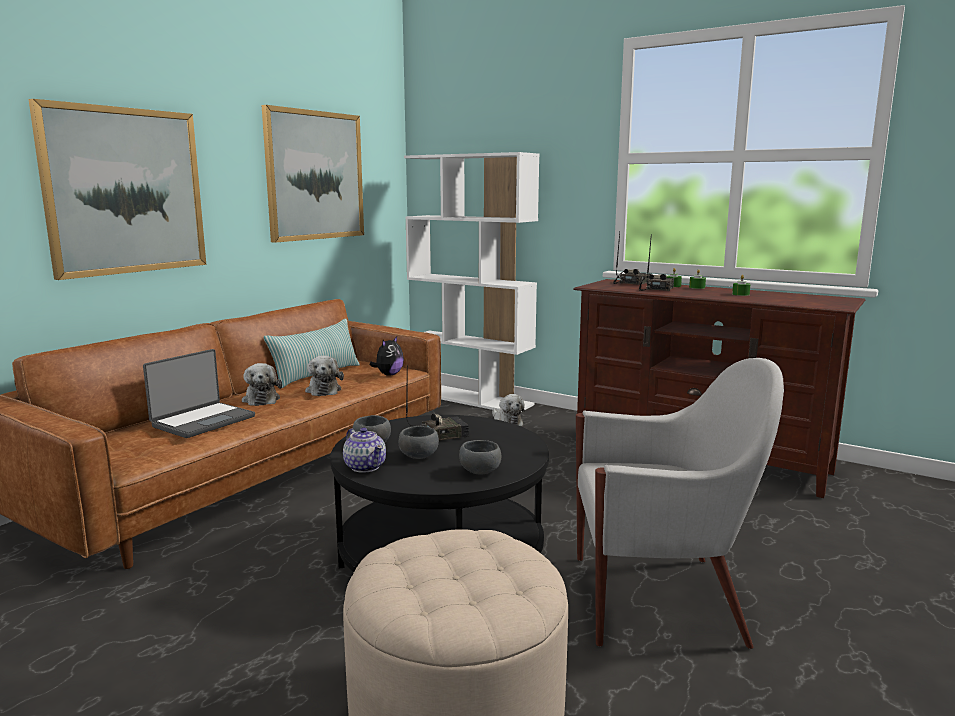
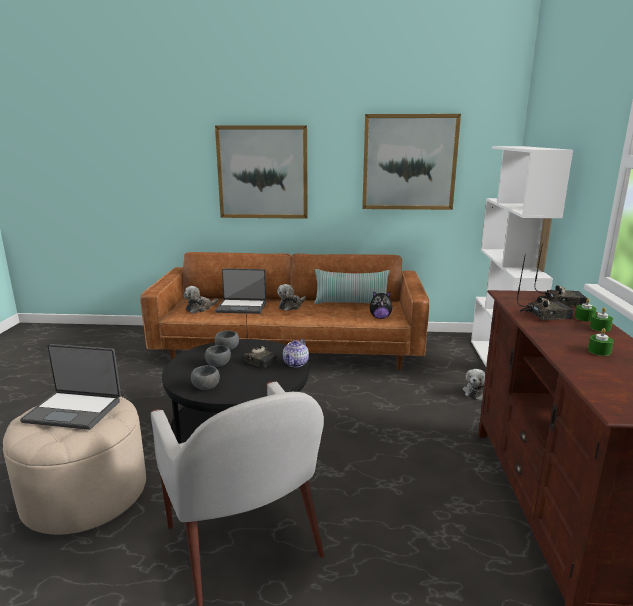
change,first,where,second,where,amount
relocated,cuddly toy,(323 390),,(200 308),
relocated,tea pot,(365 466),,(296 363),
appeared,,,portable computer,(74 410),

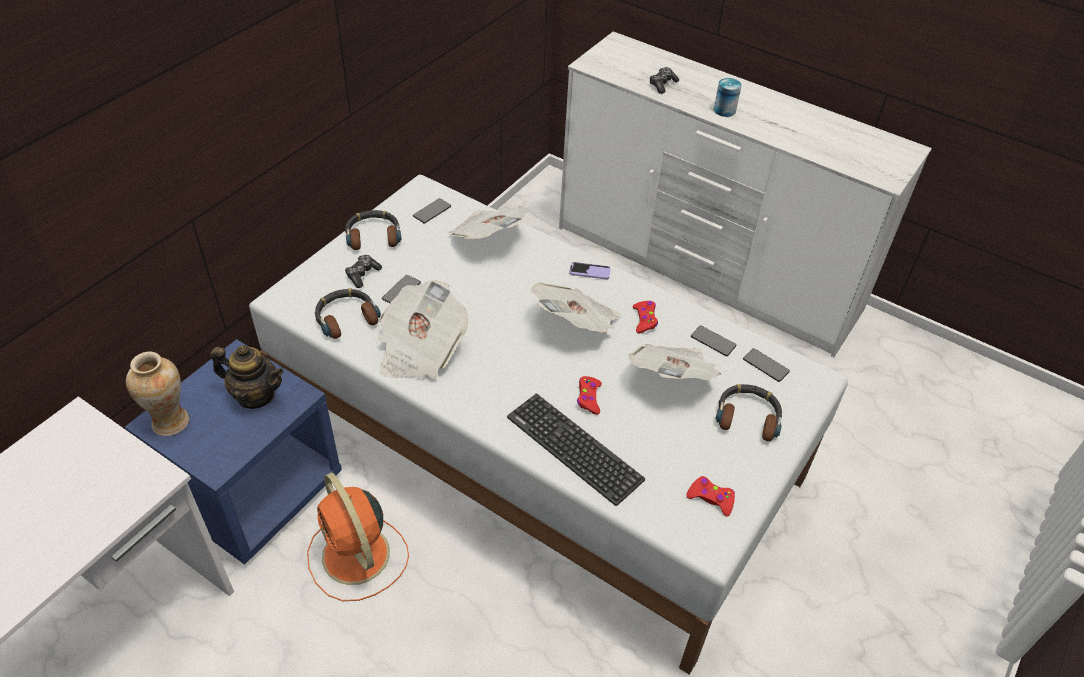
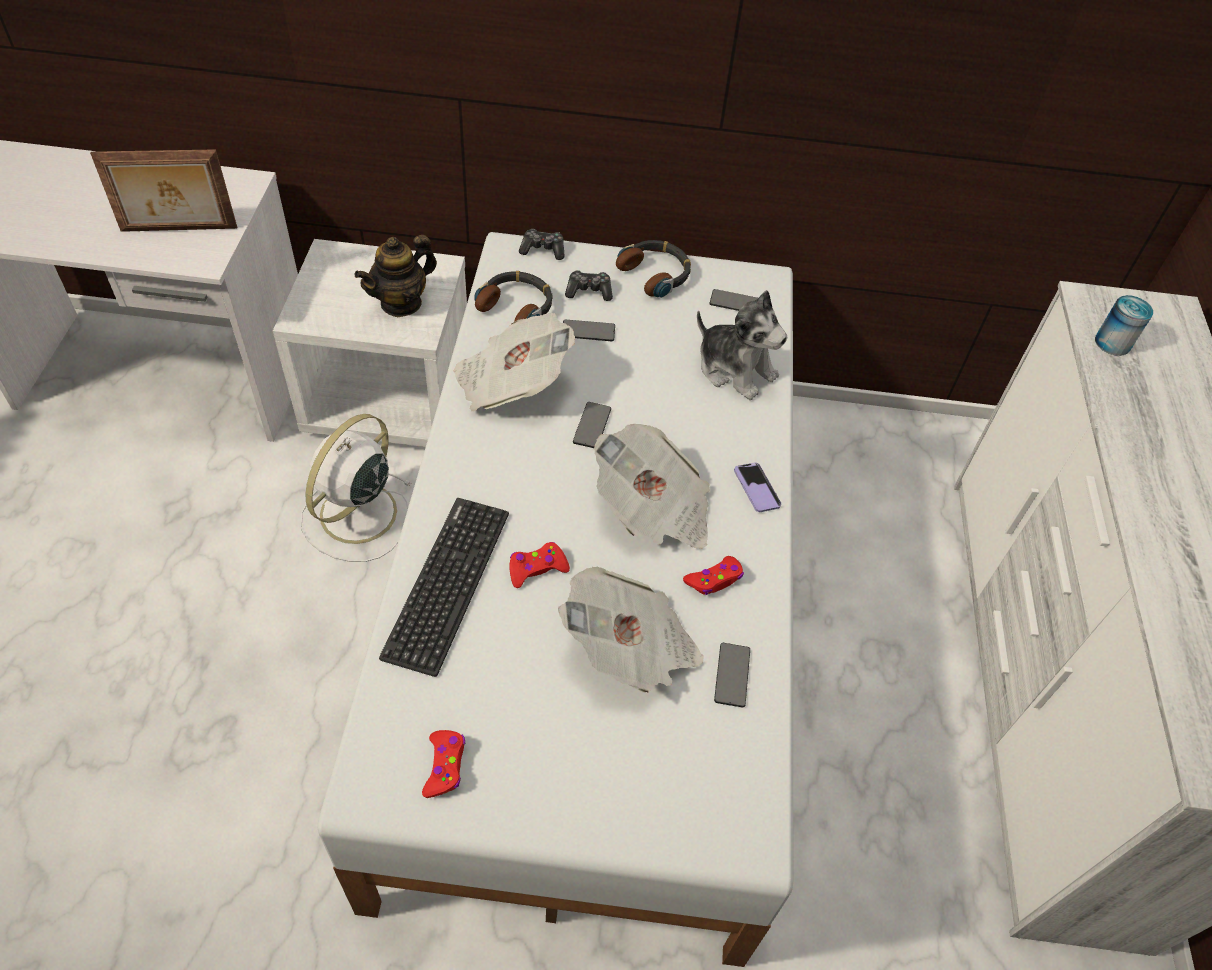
change,first,where,second,where,amount
colour,bluish nightstand,(254 490),white nightstand,(390 399),
missing,flower vase,(170 422),,,
spun,tea pot,(256 395),,(401 303),60 degrees clockwise
colour,orangey fan,(357 557),white fan,(356 515),
exchanged,newspaper,(489 238),cuddly toy,(735 369),
relocated,game controller,(662 84),,(543 250),
relocated,sealed can,(724 110),,(1112 343),
missing,headset,(748 416),,,
relocated,handset,(765 365),,(592 426),
appeared,,,photo frame,(179 230),

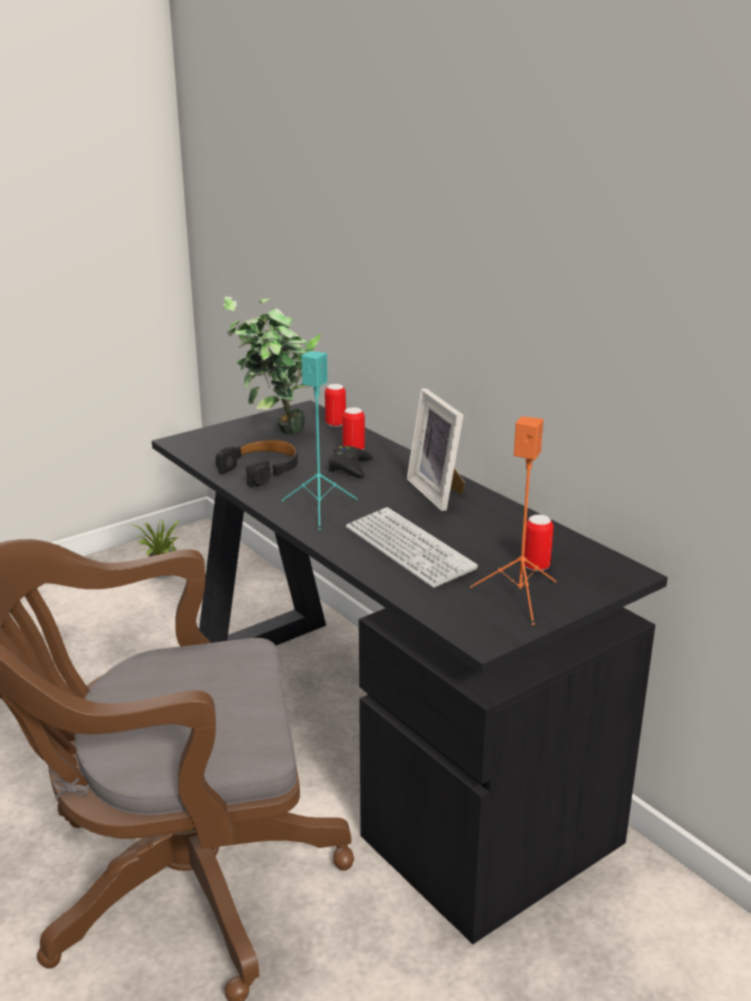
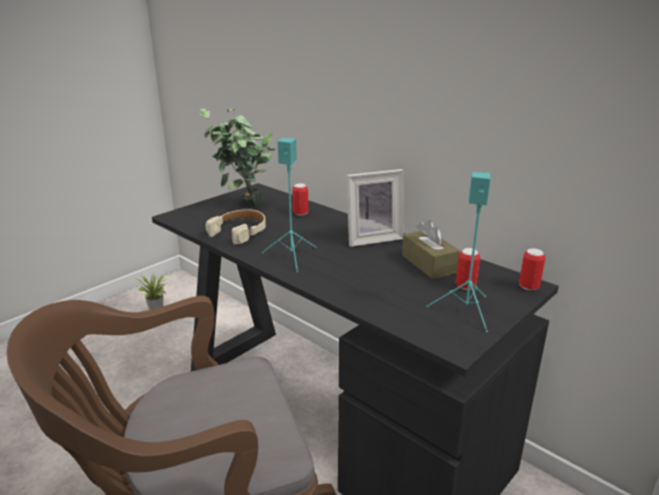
change,first,where,second,where,amount
colour,black headset,(262 470),beige-coloured headset,(240 232),
relocated,sealed can,(335 424),,(528 287),
missing,black game controller,(350 467),,,
missing,keyboard,(409 549),,,
spun,photo frame,(439 492),,(372 238),75 degrees counterclockwise
colour,orangey loudspeaker,(520 596),turquoise-coloured loudspeaker,(466 310),
appeared,,,brown-coloured tissue holder,(428 264),

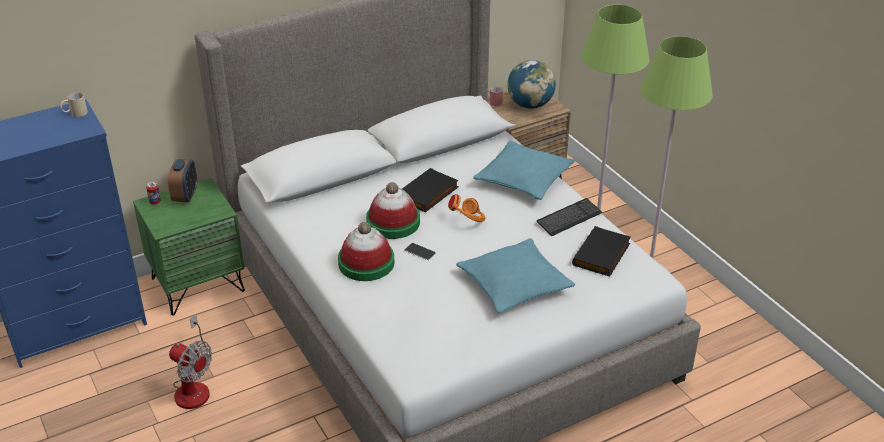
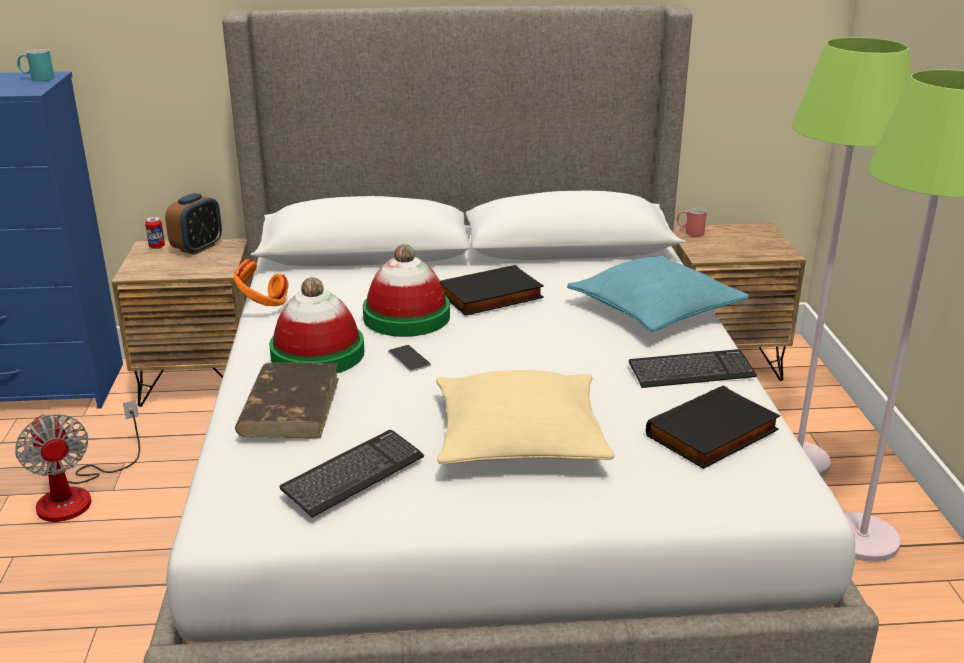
change,first,where,second,where,amount
colour,beige-coloured coffee mug,(75 114),turquoise-coloured coffee mug,(37 79),
colour,green-coloured nightstand,(198 284),brown-coloured nightstand,(201 381),
relocated,orangey headset,(468 221),,(262 306),
colour,turquoise-coloured cushion,(514 285),beige-coloured cushion,(519 438),
missing,world globe,(530 105),,,
appeared,,,brown-coloured bound book,(290 405),
appeared,,,keyboard,(353 475),

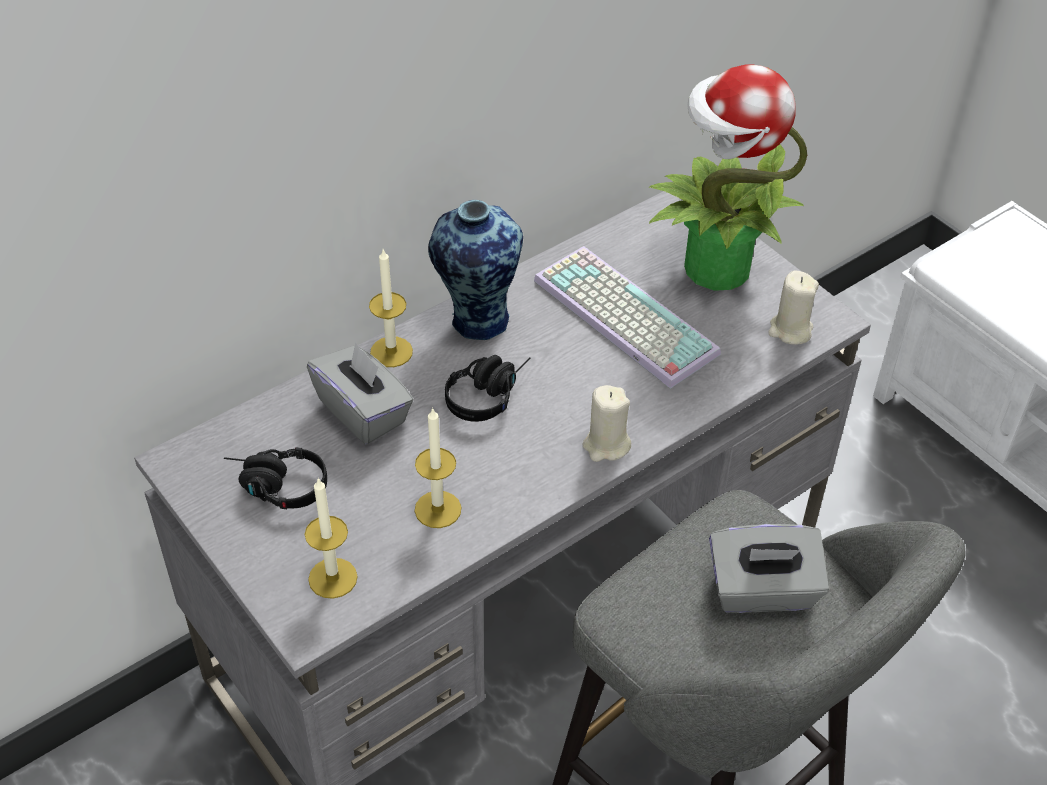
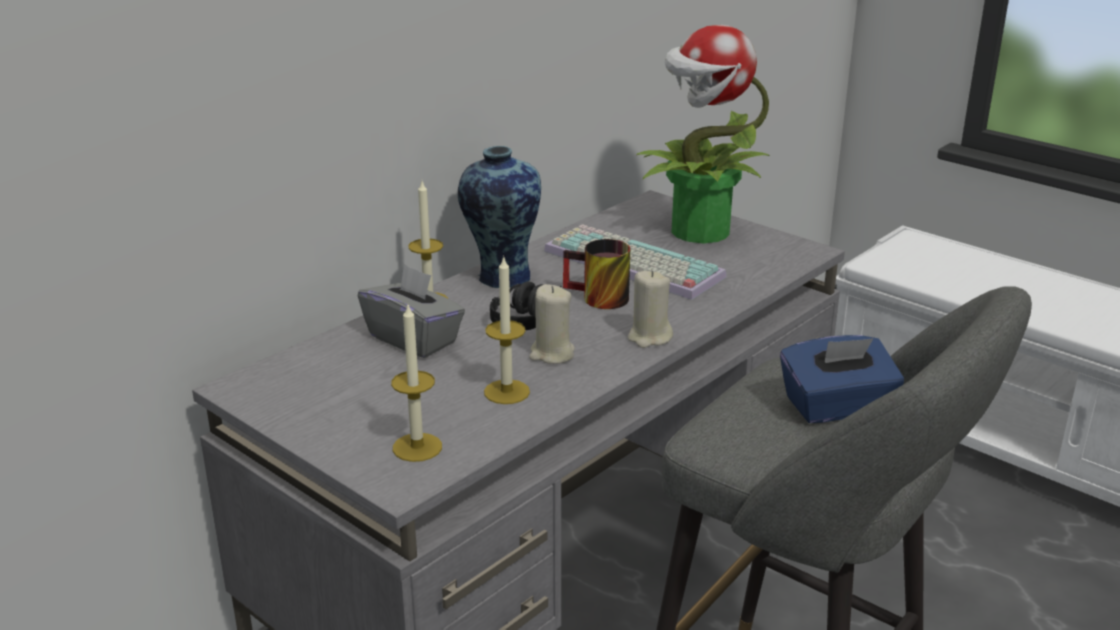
change,first,where,second,where,amount
missing,black headset,(275 487),,,
colour,greyish tissue holder,(762 591),bluish tissue holder,(837 407),
relocated,beige-coloured candle,(790 330),,(552 354),
appeared,,,coffee mug,(596 299),

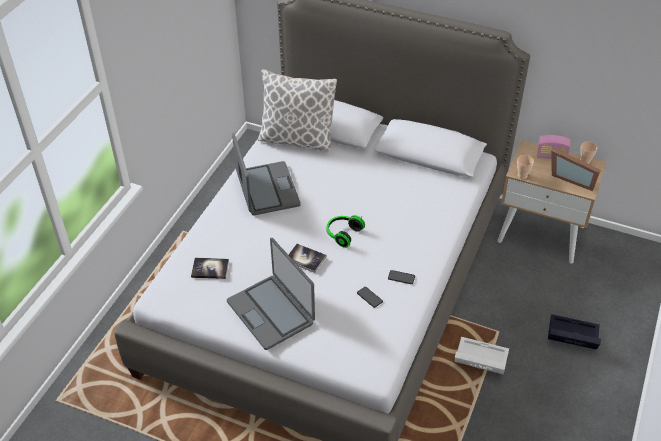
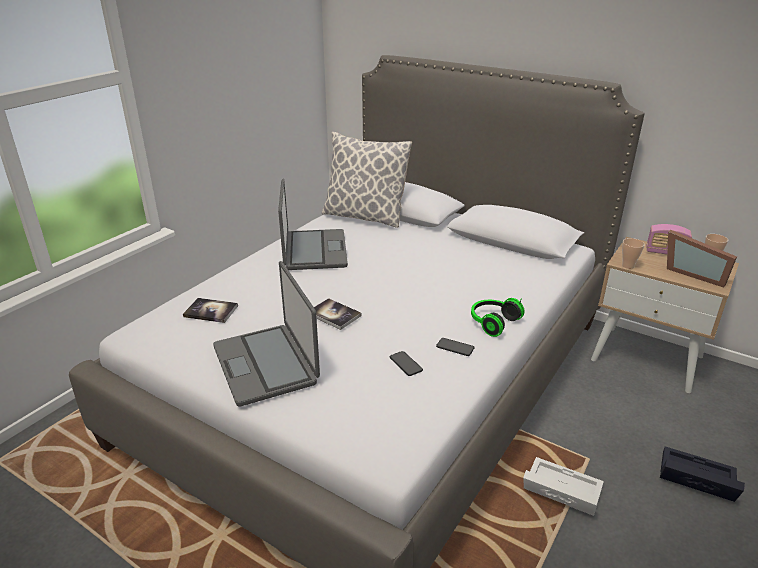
change,first,where,second,where,amount
relocated,headset,(342 234),,(492 322),

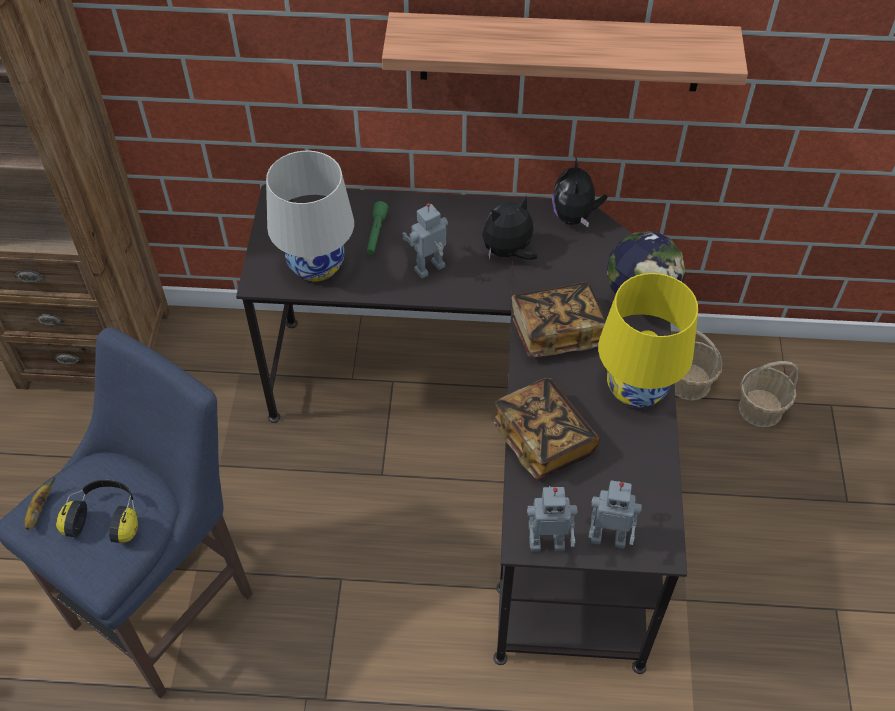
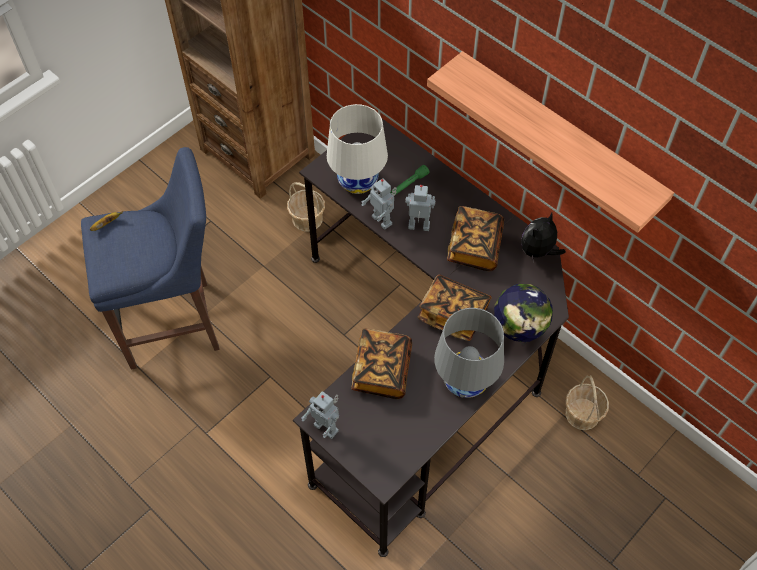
change,first,where,second,where,amount
missing,headset,(106 518),,,
exchanged,cuddly toy,(508 252),bound book,(474 247),
relocated,toy robot,(608 536),,(383 220),
colour,yellowish tabletop lamp,(635 388),greyish tabletop lamp,(465 381),
relocated,household basket,(760 409),,(307 219),

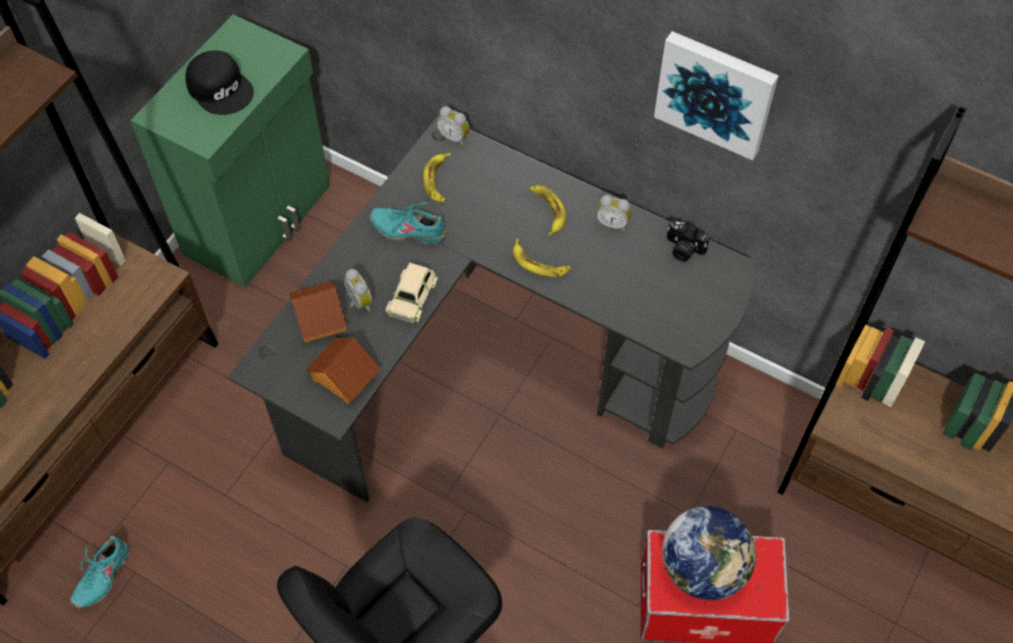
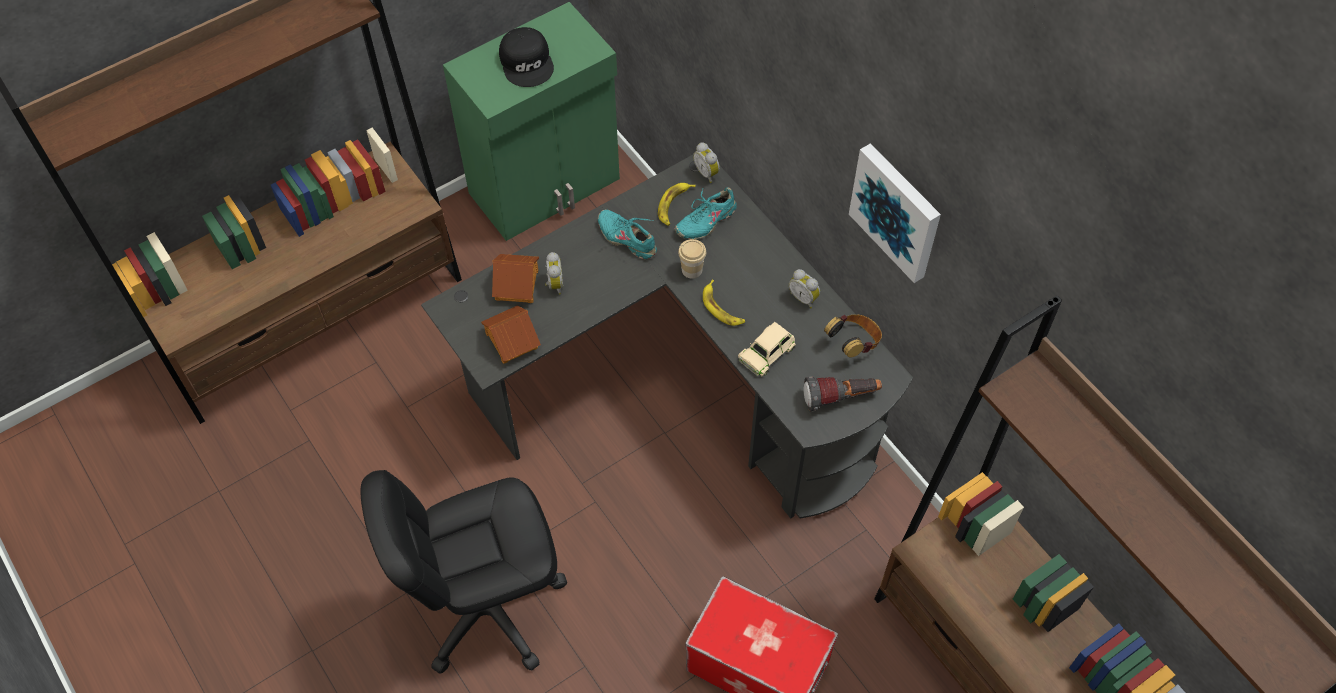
change,first,where,second,where,amount
relocated,turquoise-coloured item of footwear,(102 576),,(705 221),
relocated,beige-coloured miniature car,(412 296),,(767 352),
missing,banana fruit,(547 210),,,
missing,world globe,(703 568),,,
exchanged,still camera,(683 250),headset,(853 343),
appeared,,,cup,(692 270),
appeared,,,flashlight,(841 398),

